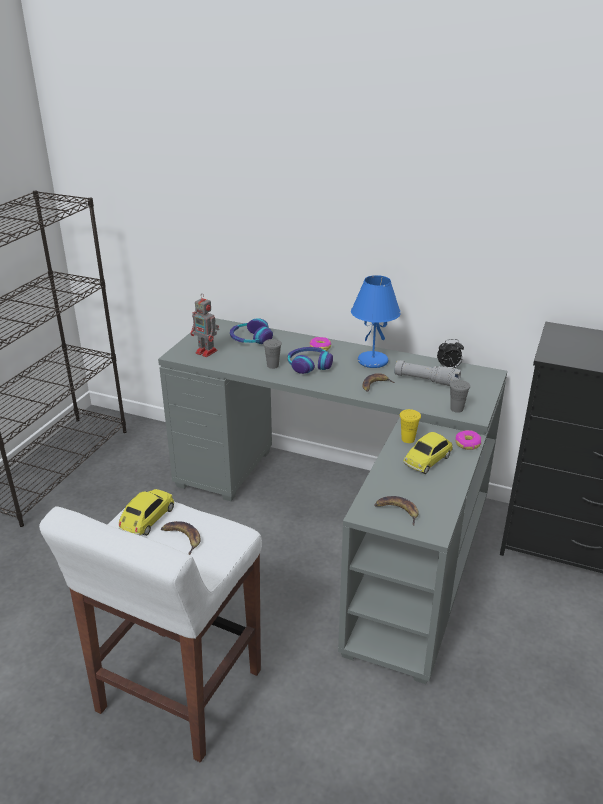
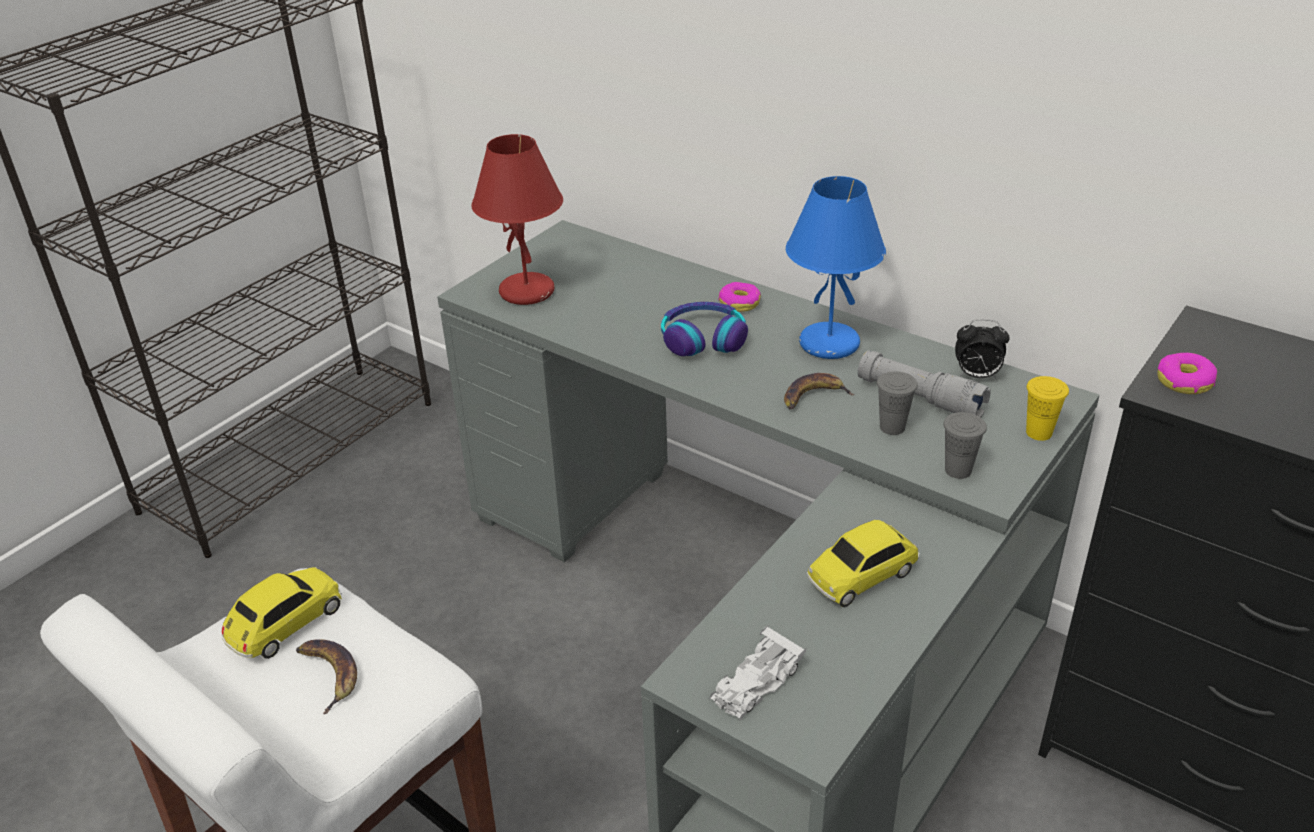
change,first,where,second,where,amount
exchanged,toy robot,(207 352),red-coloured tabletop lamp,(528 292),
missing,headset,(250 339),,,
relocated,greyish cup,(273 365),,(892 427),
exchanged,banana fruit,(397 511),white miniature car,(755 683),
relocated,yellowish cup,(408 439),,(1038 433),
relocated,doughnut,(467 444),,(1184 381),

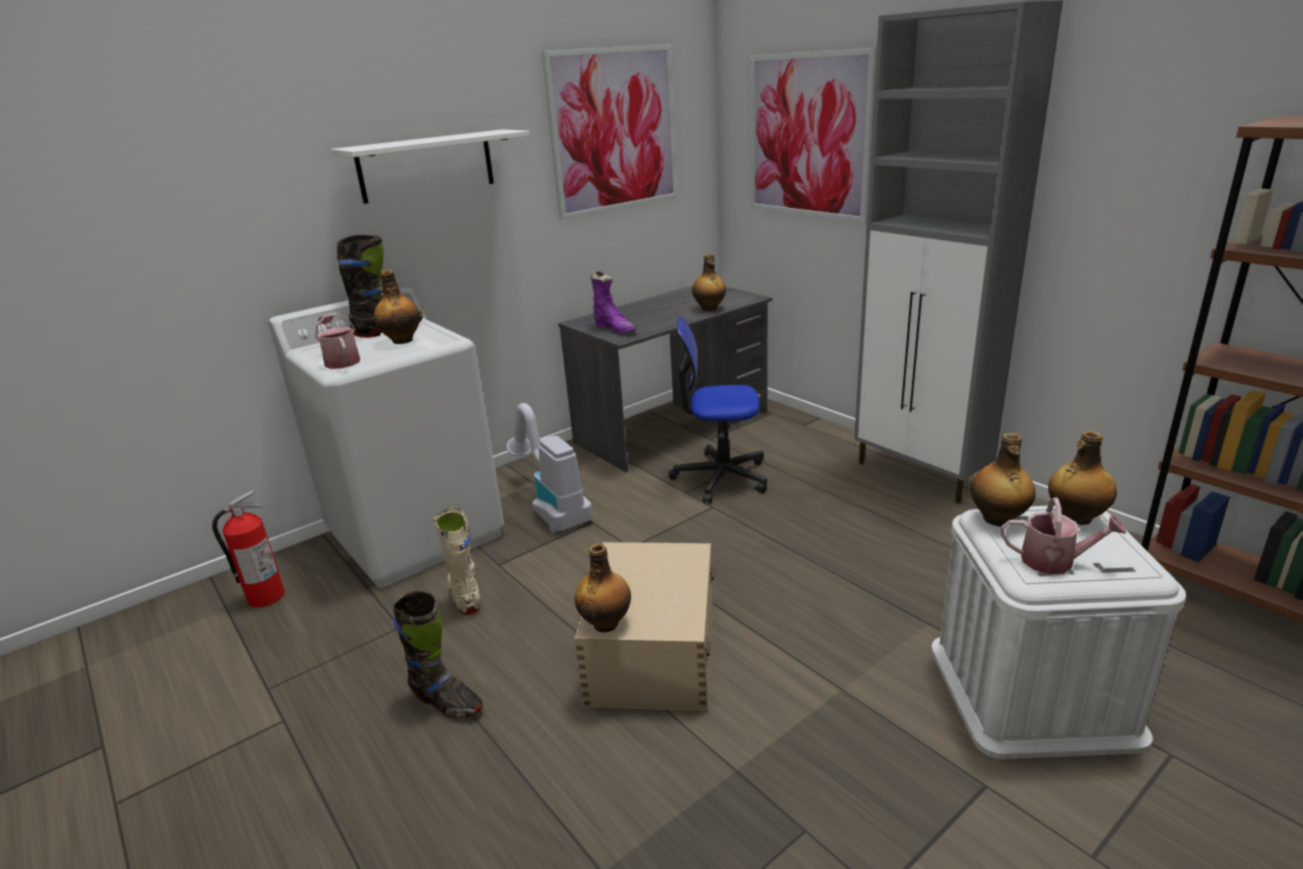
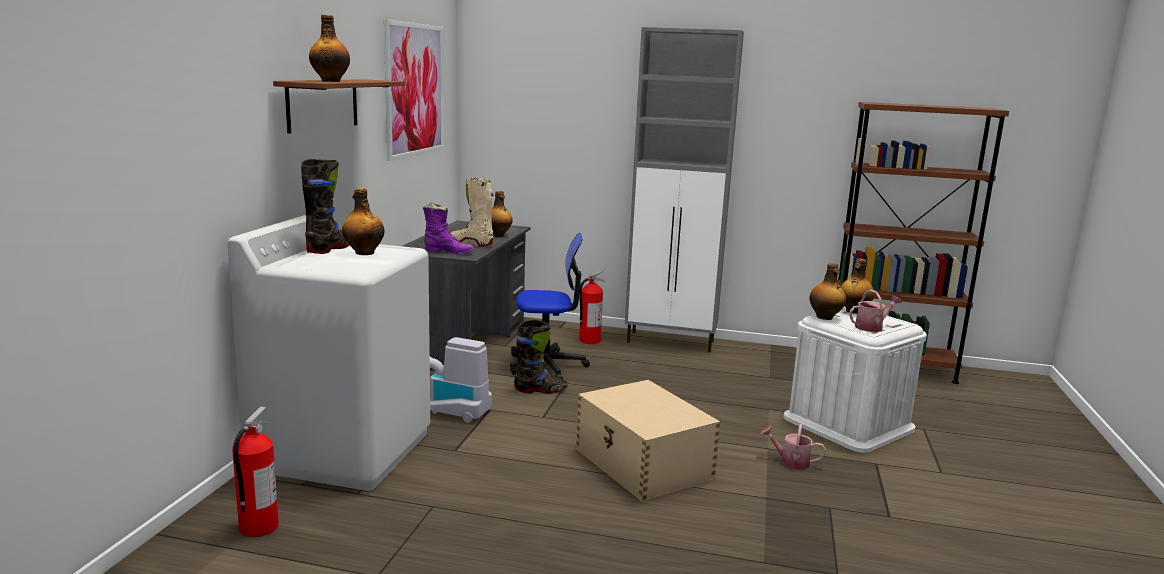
change,first,where,second,where,amount
relocated,watering can,(341 361),,(791 461),
colour,white bracket shelf,(426 166),brown-coloured bracket shelf,(323 104),
relocated,black tall boot,(446 702),,(540 390),
relocated,beige-coloured tall boot,(465 596),,(472 243),
relocated,bottle,(606 623),,(331 81),
spun,office chair,(721 477),,(546 365),150 degrees counterclockwise
missing,wall picture,(808 136),,,
appeared,,,fire extinguisher,(589 340),

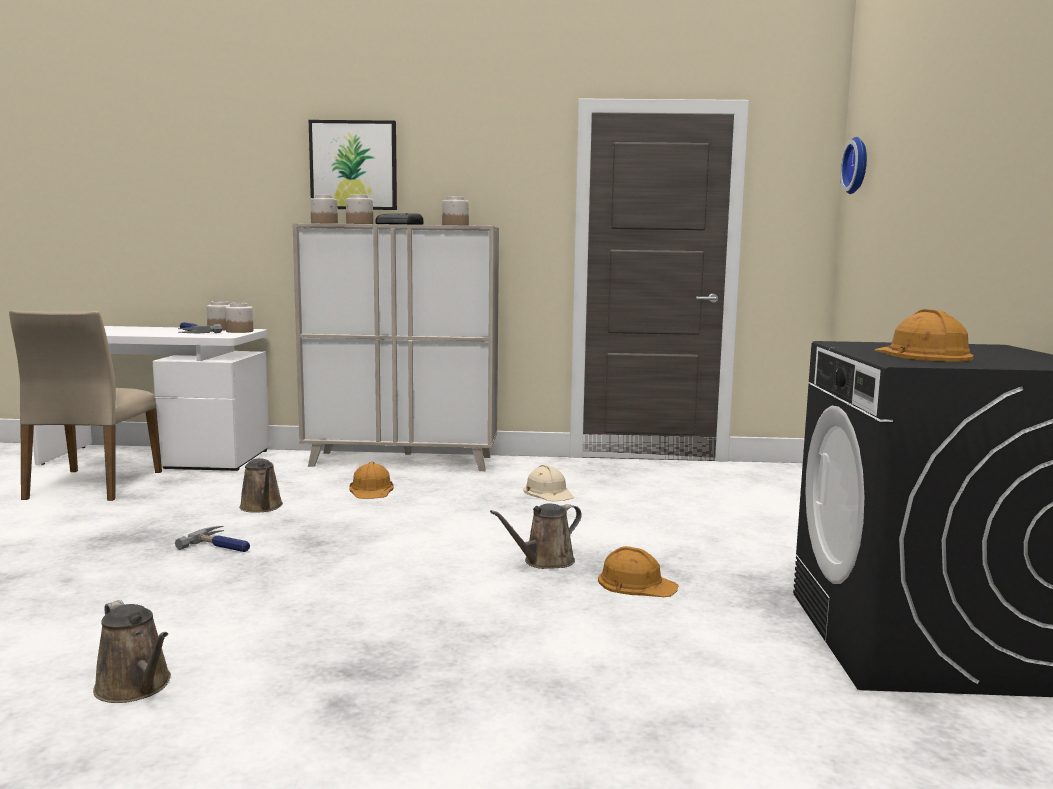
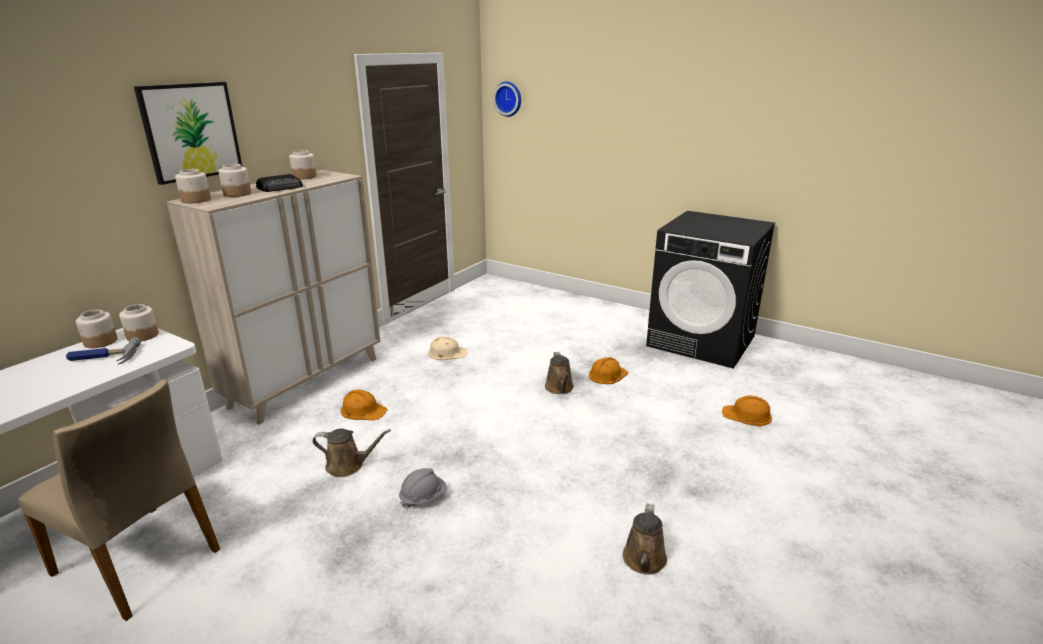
change,first,where,second,where,amount
spun,brown-coloured watering can,(136 687),,(644 561),120 degrees clockwise
exchanged,tool hammer,(222 546),greyish hard hat,(423 498),
relocated,orangey hard hat,(922 355),,(747 415),

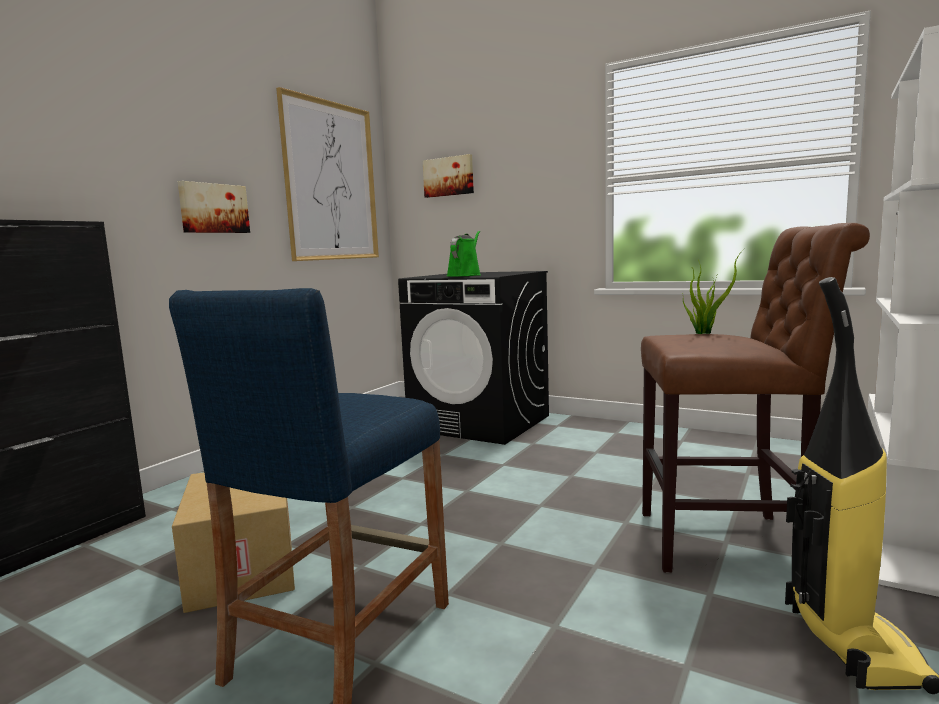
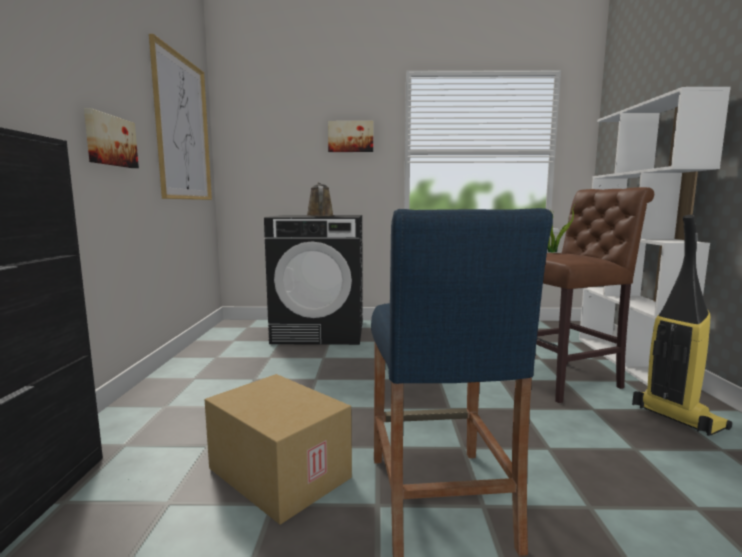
change,first,where,second,where,amount
relocated,wall picture,(449 176),,(350 136),
colour,green-coloured watering can,(465 275),brown-coloured watering can,(319 216),

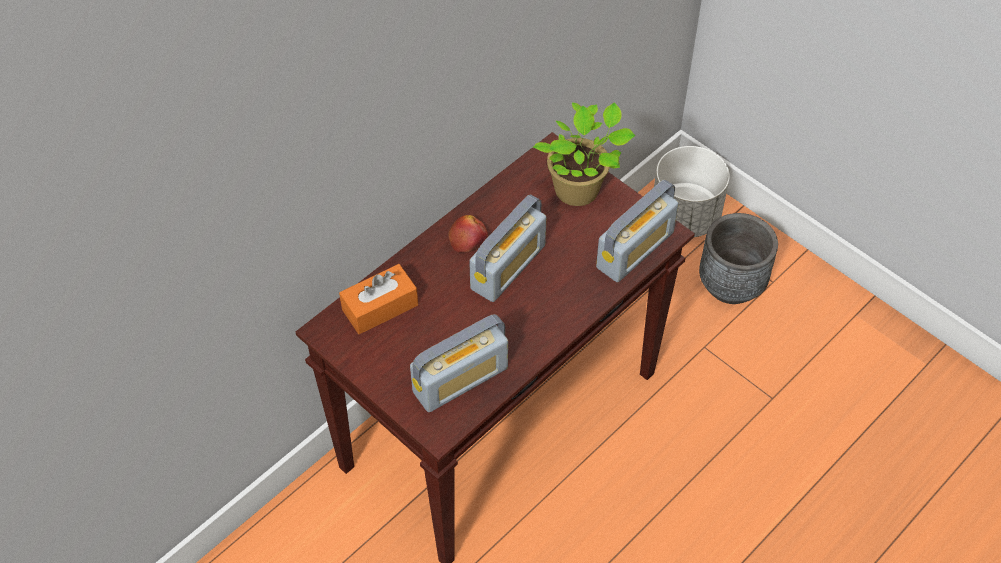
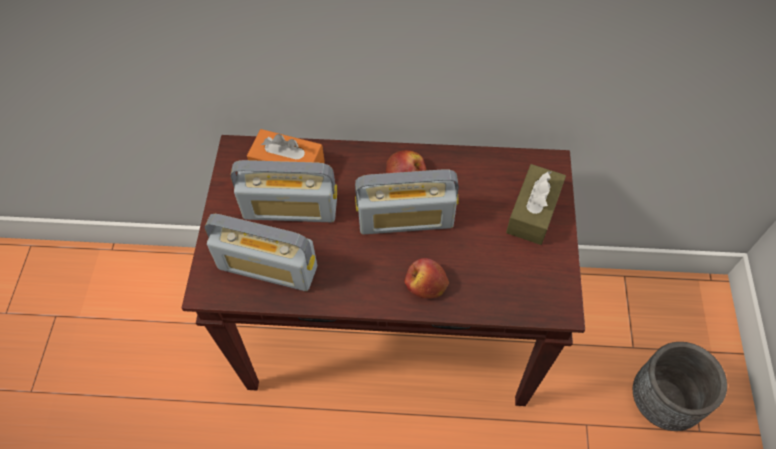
change,first,where,second,where,amount
exchanged,plant in a pot,(580 191),brown-coloured tissue holder,(533 212),
relocated,radio receiver,(635 250),,(290 209),
missing,white flower pot,(685 216),,,
appeared,,,apple,(426 284),

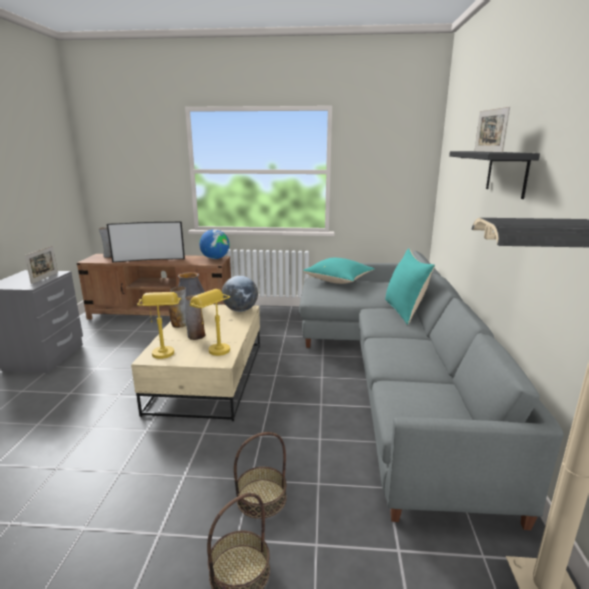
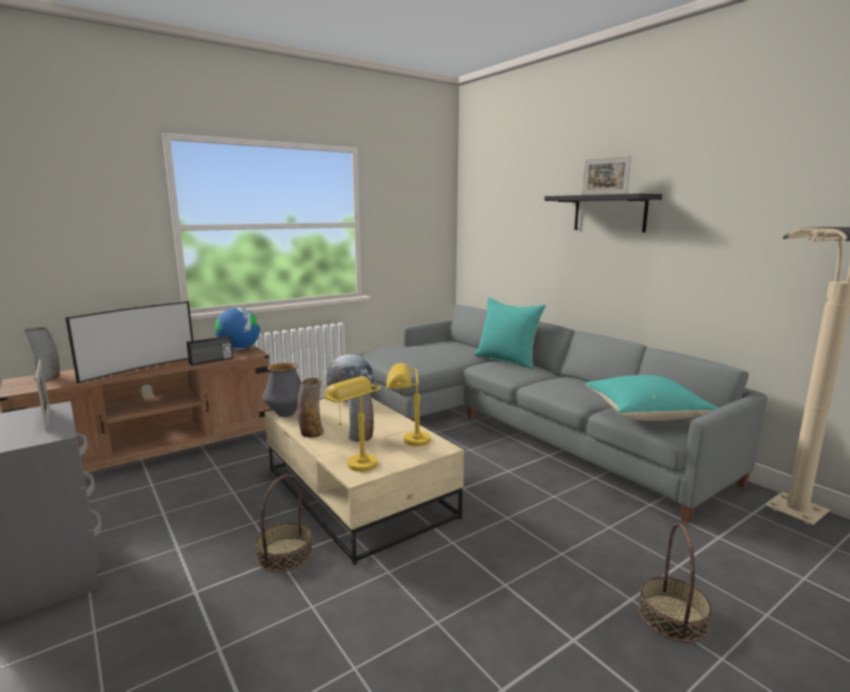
change,first,where,second,where,amount
relocated,household basket,(261 498),,(285 554),
relocated,turquoise-coloured cushion,(339 281),,(646 415),
appeared,,,radio receiver,(211 361),

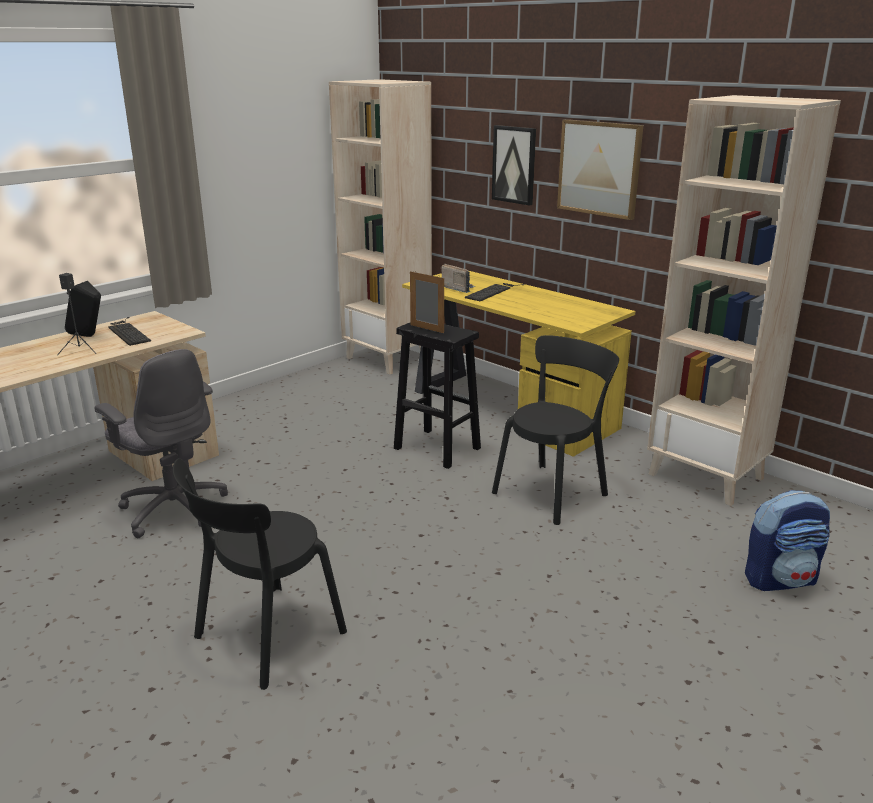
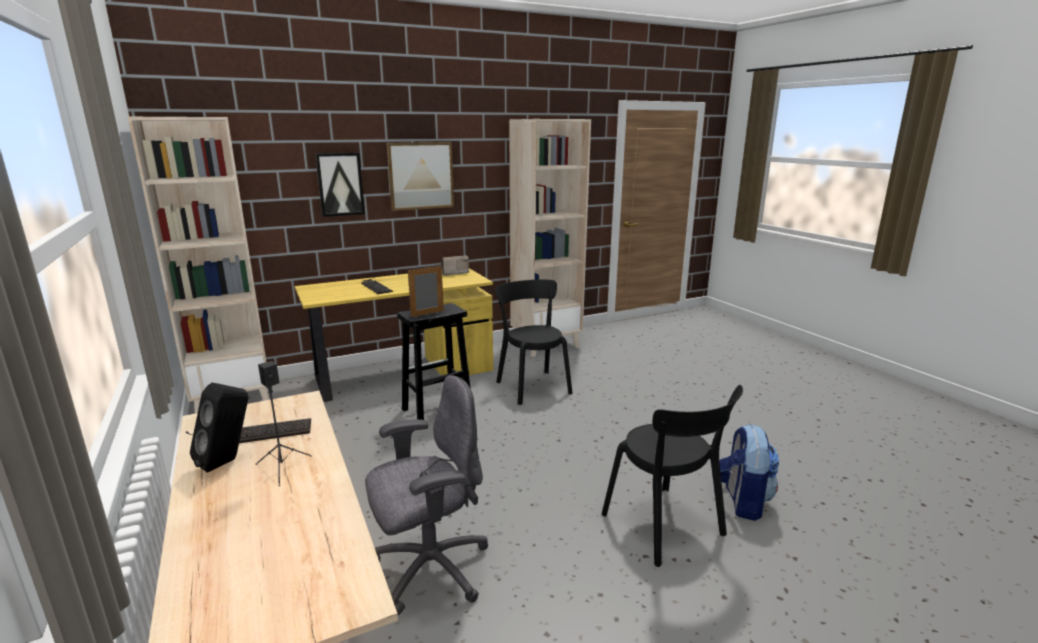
change,first,where,second,where,amount
relocated,radio receiver,(458 288),,(453 273),
relocated,rucksack,(780 579),,(742 501),

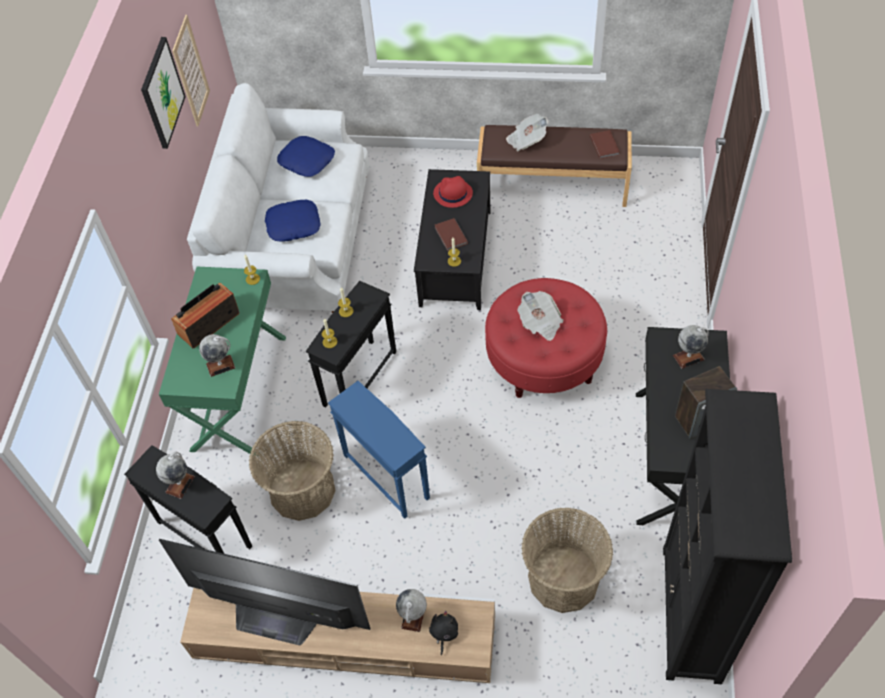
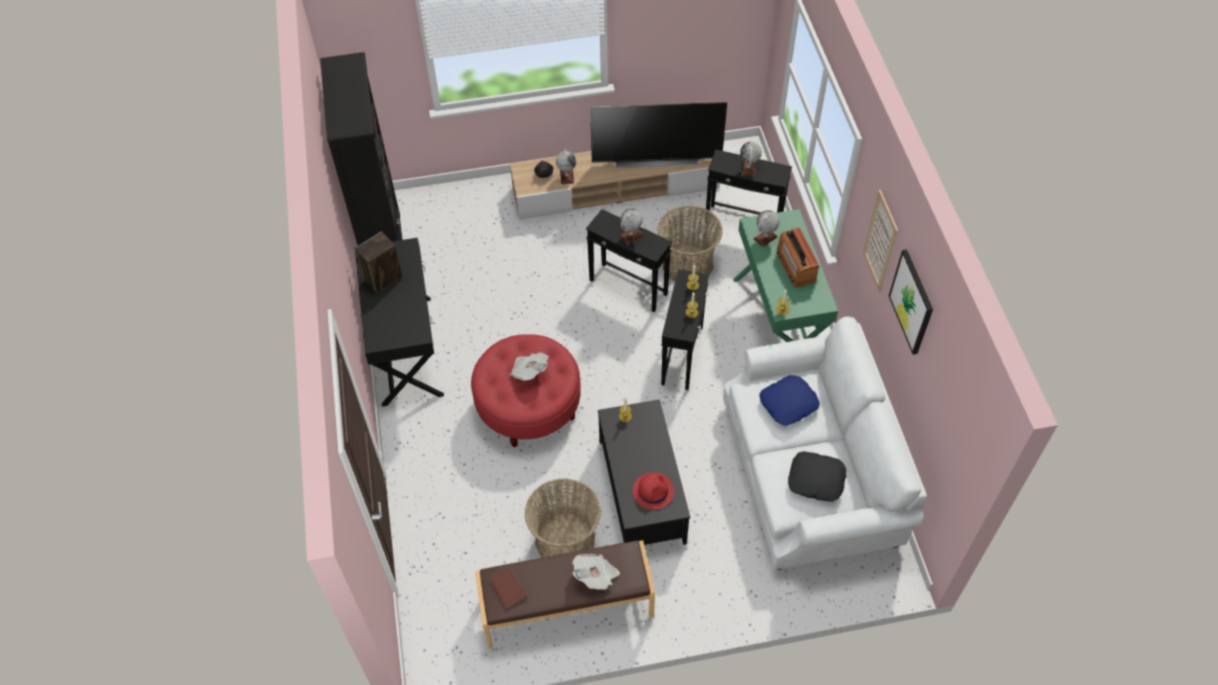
change,first,where,second,where,amount
spun,radio receiver,(208 323),,(795 266),135 degrees clockwise
relocated,wall picture,(191 71),,(880 241),
colour,bluish cushion,(307 160),black cushion,(816 480),
colour,bluish end table,(386 475),black end table,(628 287),
missing,brown-coloured bound book,(450 236),,,
relocated,household basket,(563 578),,(565 540),
relocated,world globe,(688 357),,(631 236),

